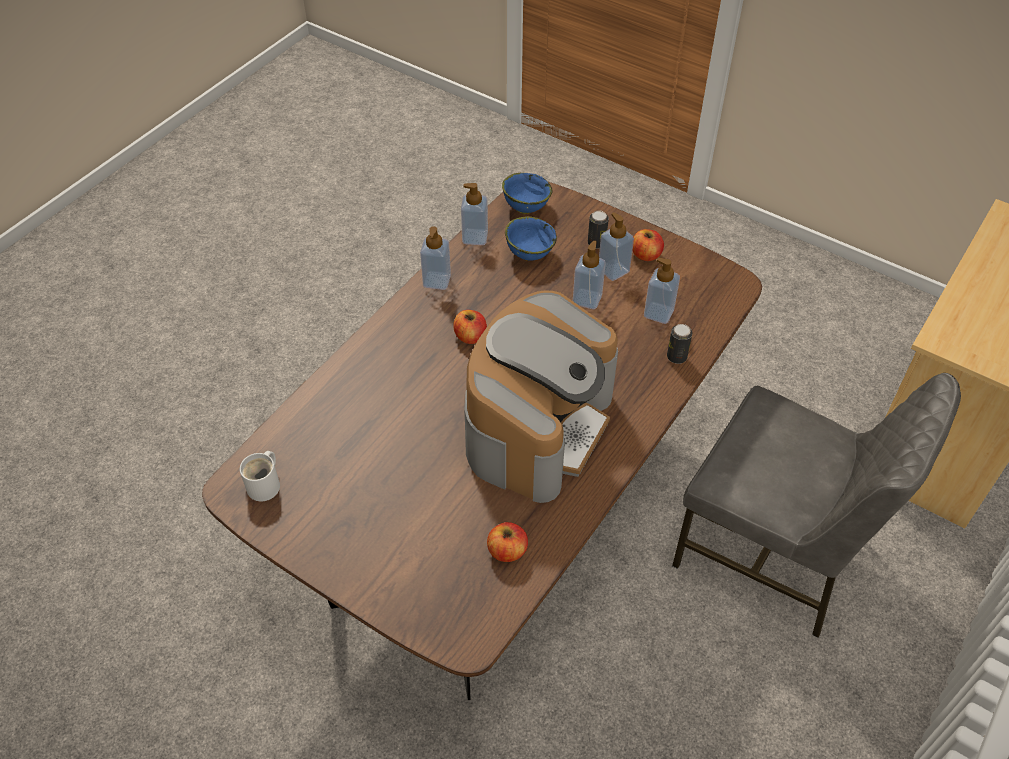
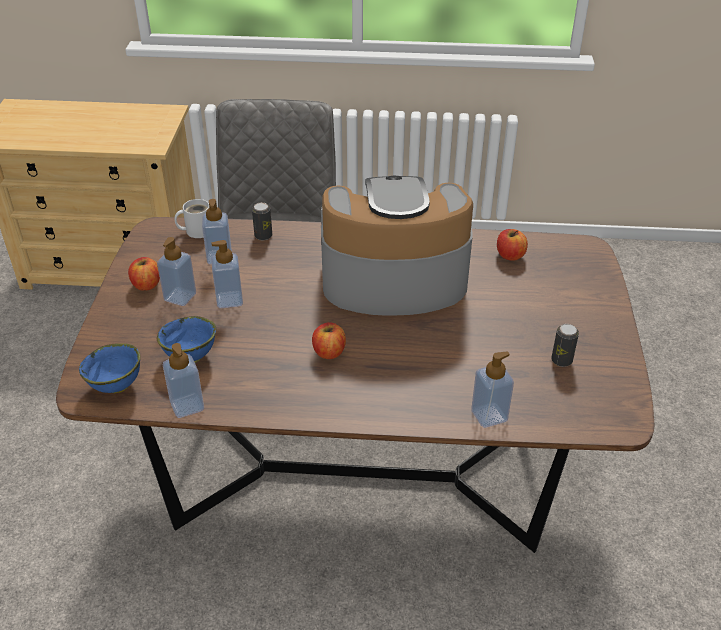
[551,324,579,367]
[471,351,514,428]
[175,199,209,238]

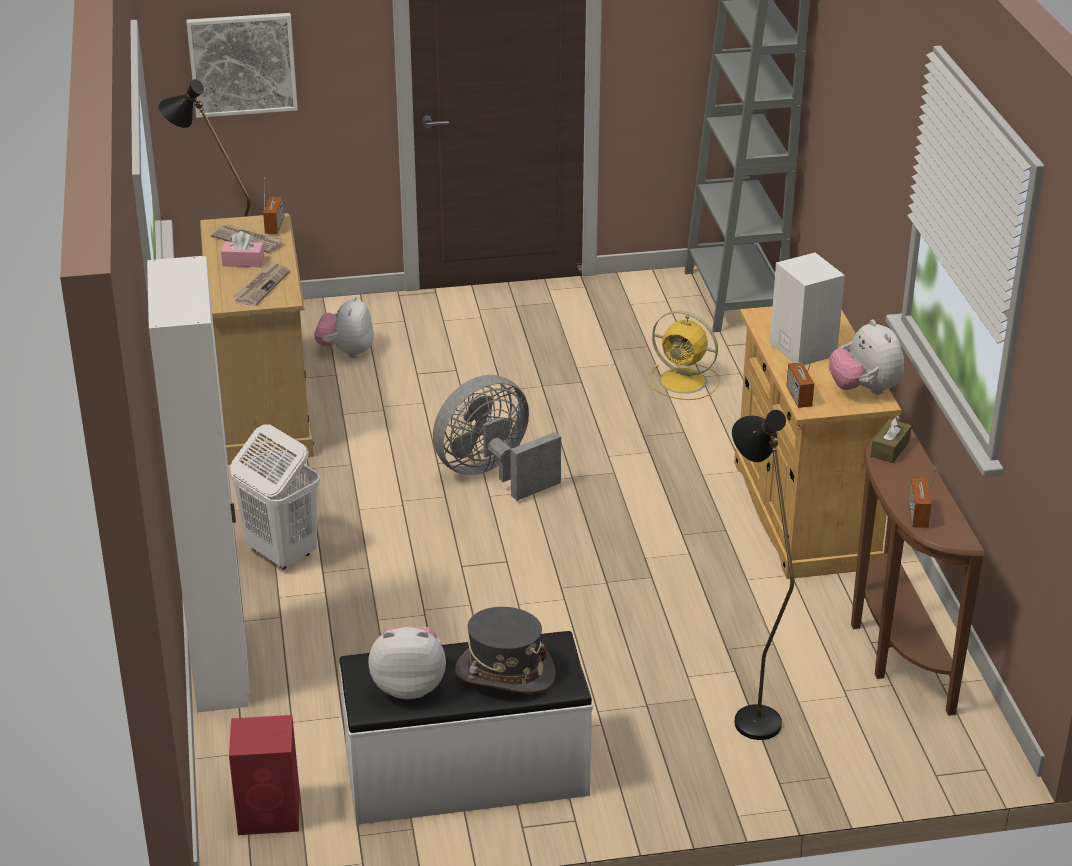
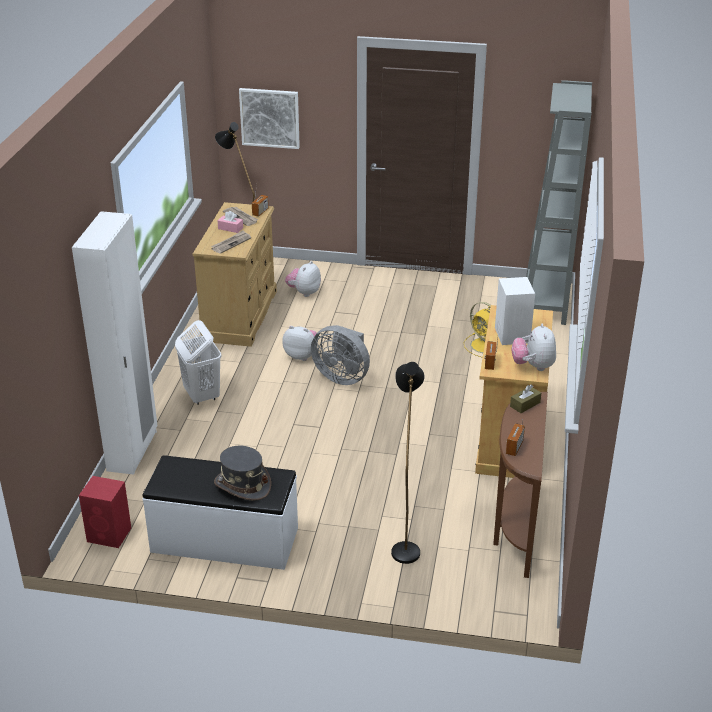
[311,325,370,385]
[282,326,318,361]

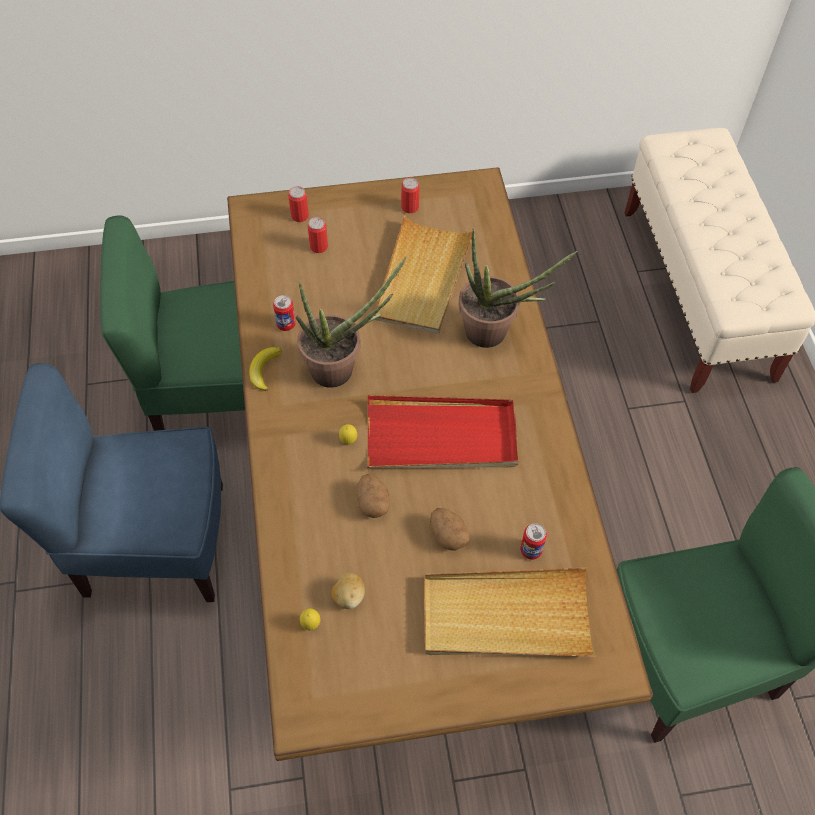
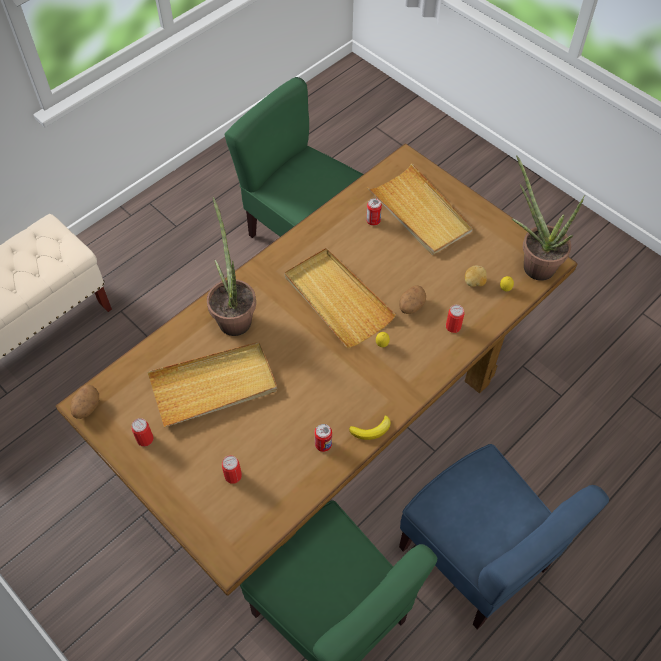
[446,305,465,333]
[512,156,585,281]
[284,248,396,348]
[71,385,99,419]

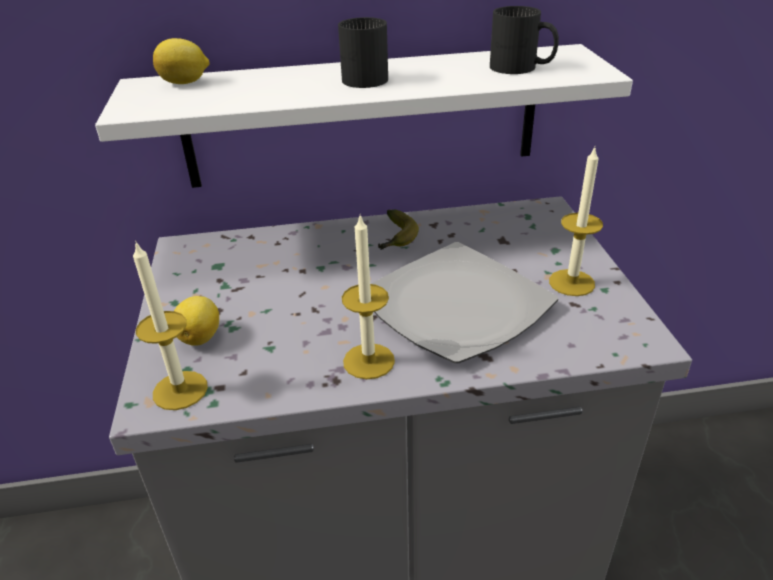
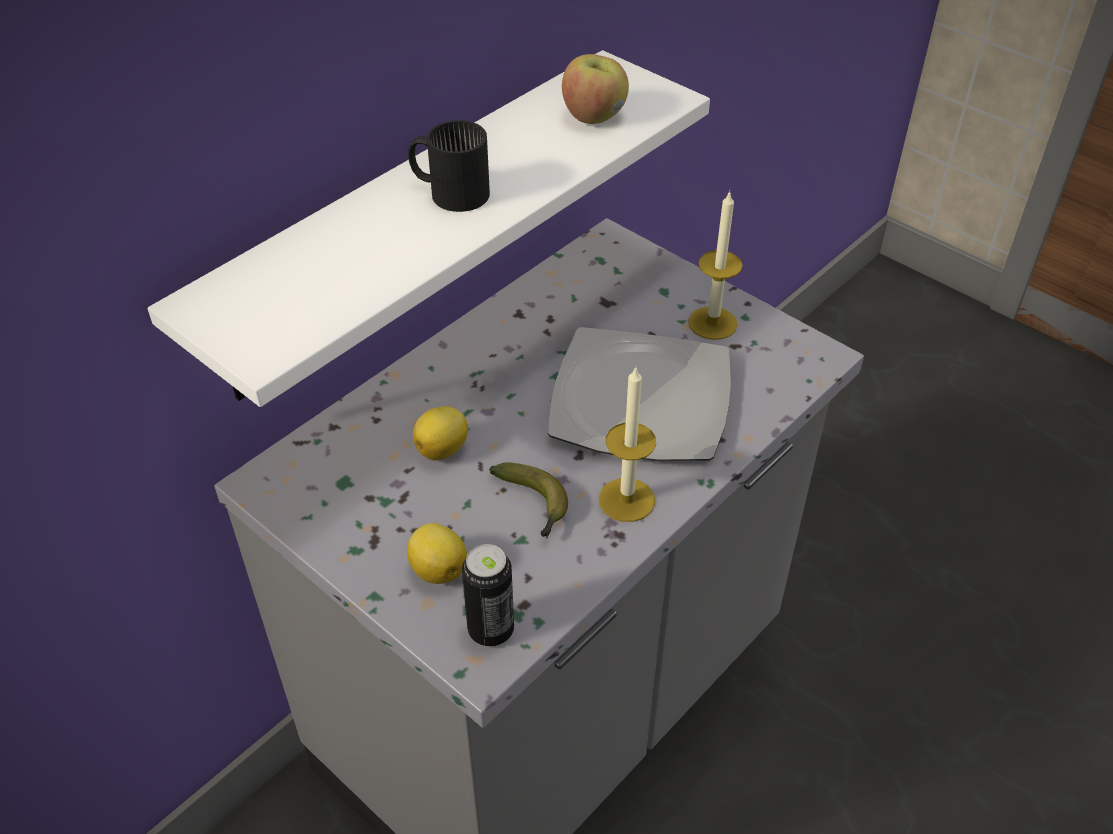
[562,54,629,124]
[413,406,468,460]
[489,463,568,538]
[462,544,514,647]

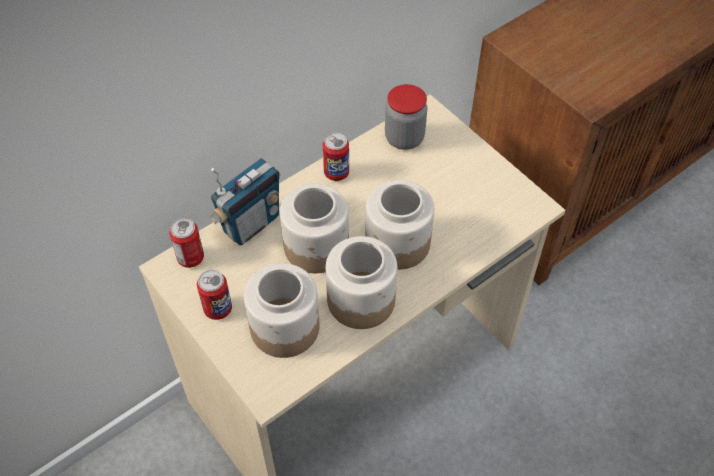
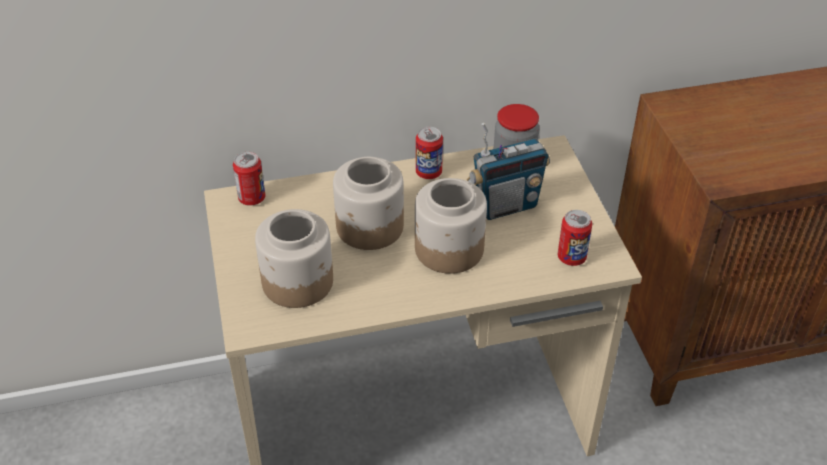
[467,123,550,220]
[326,236,398,329] (first image)
[558,210,592,266]

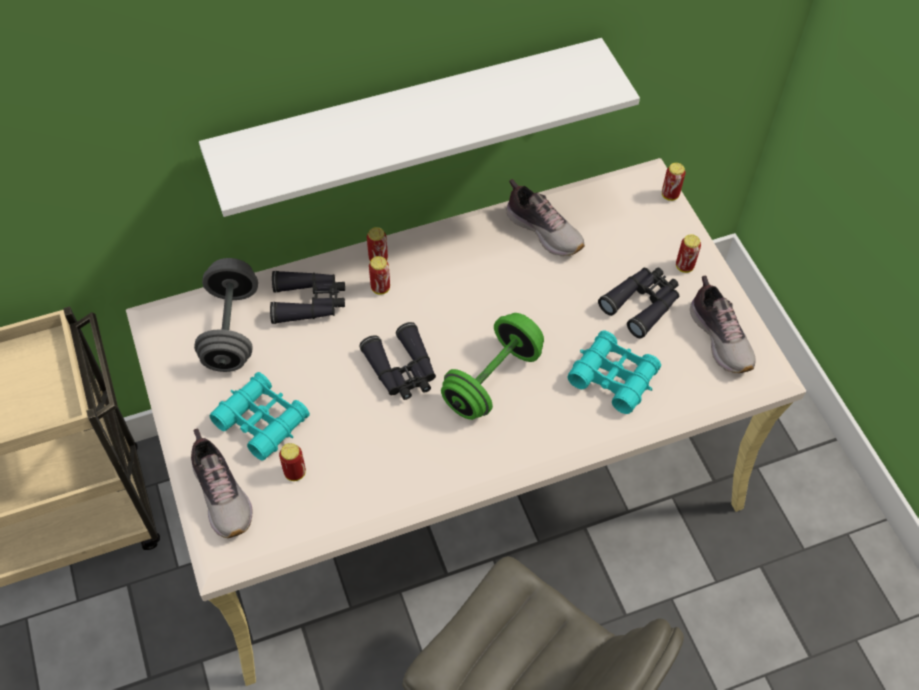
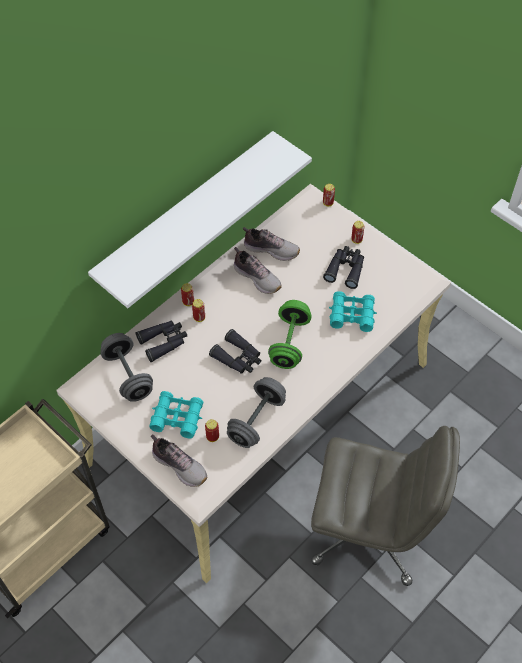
[234,247,281,294]
[227,377,286,448]

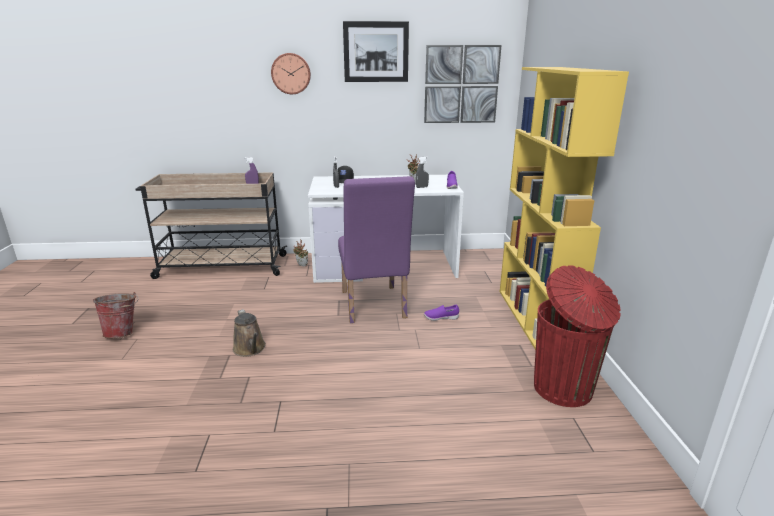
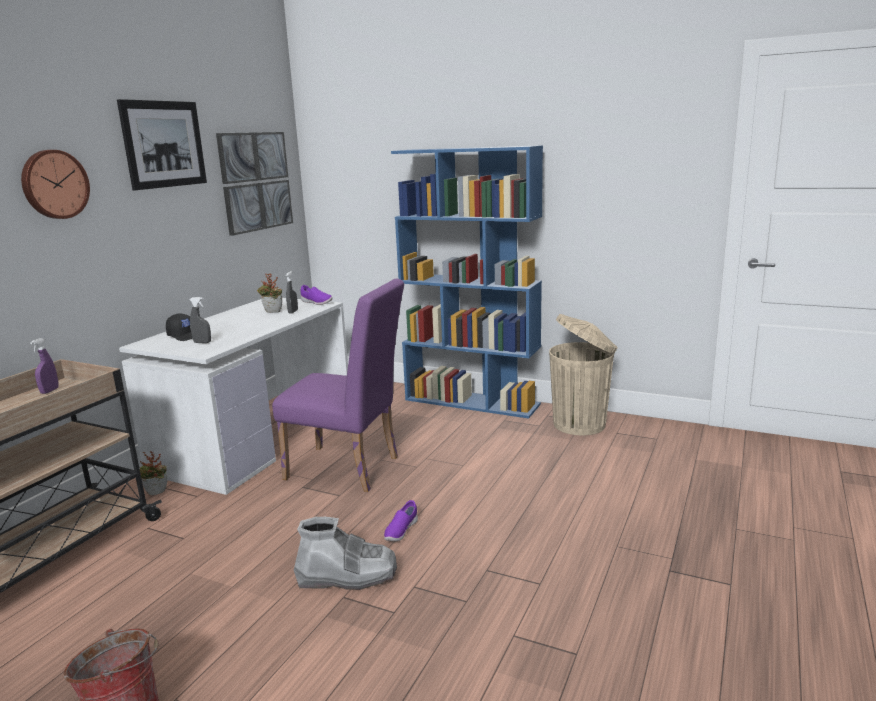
[391,145,543,419]
[549,314,618,435]
[384,500,418,541]
[294,517,397,590]

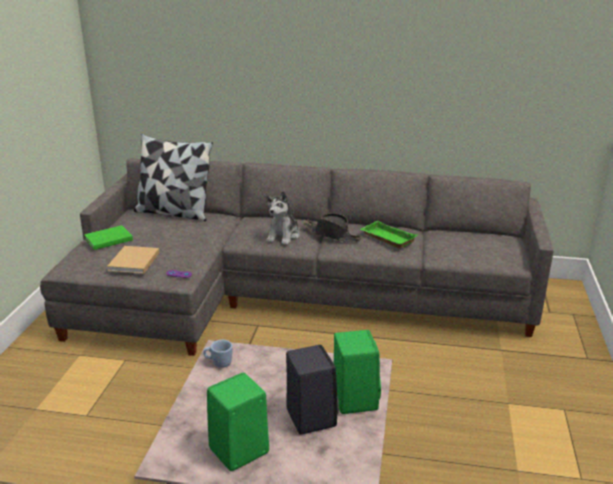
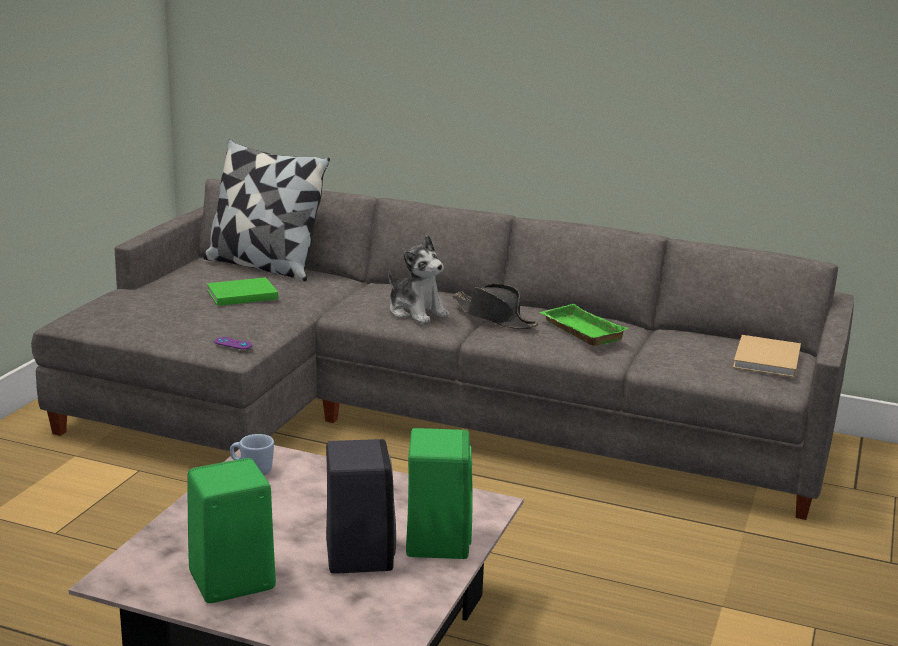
[389,235,449,324]
[207,277,278,306]
[733,335,801,378]

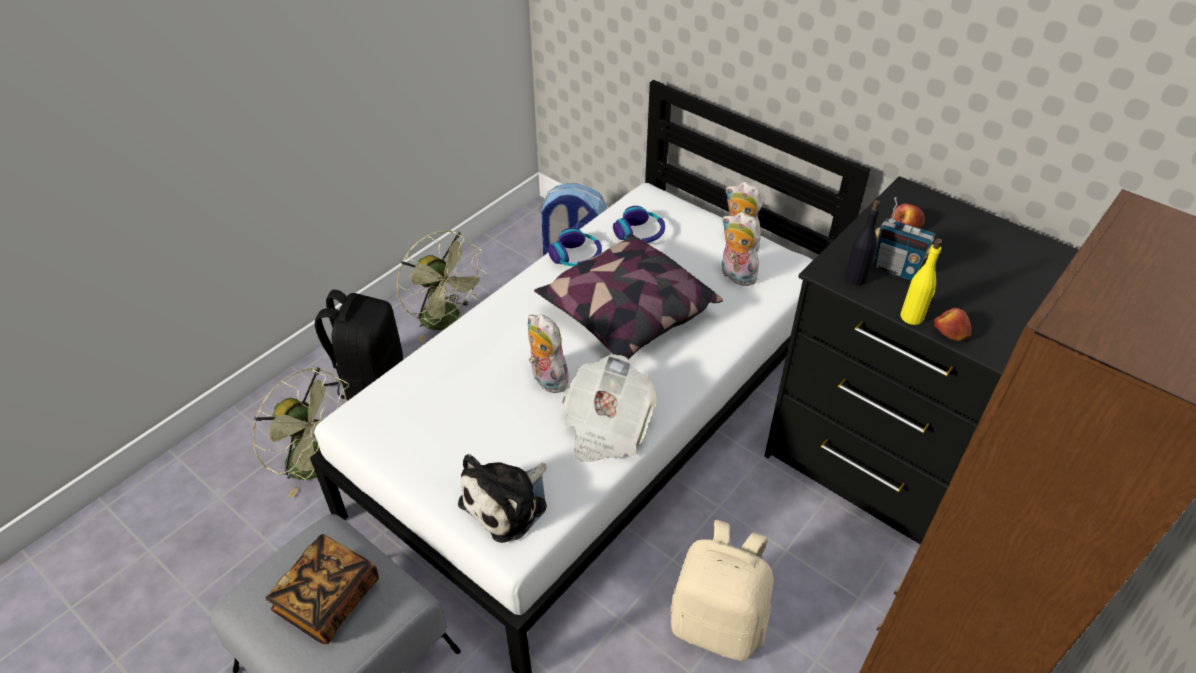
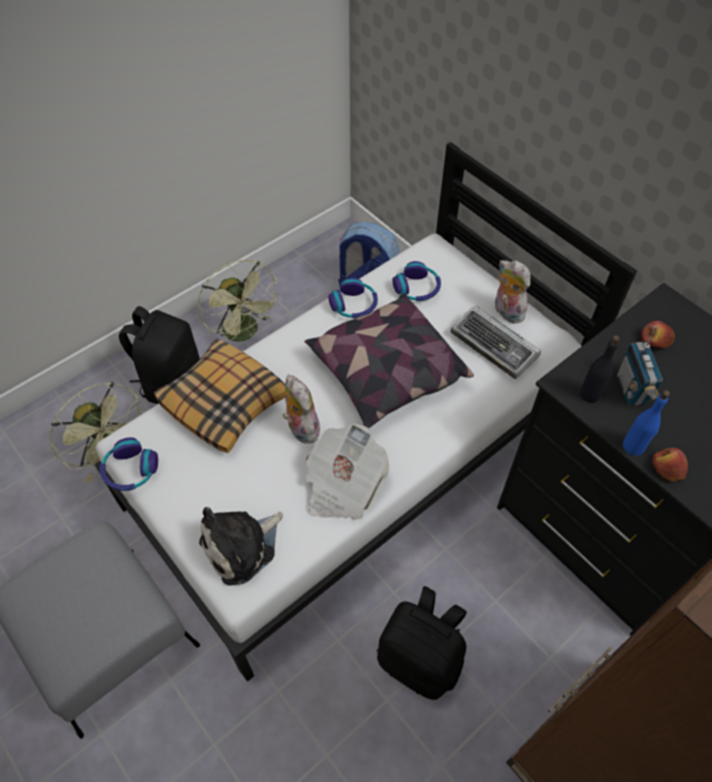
[617,326,663,405]
[451,306,541,379]
[623,390,670,456]
[377,586,467,700]
[265,534,379,644] (first image)
[154,339,285,453]
[100,437,158,491]

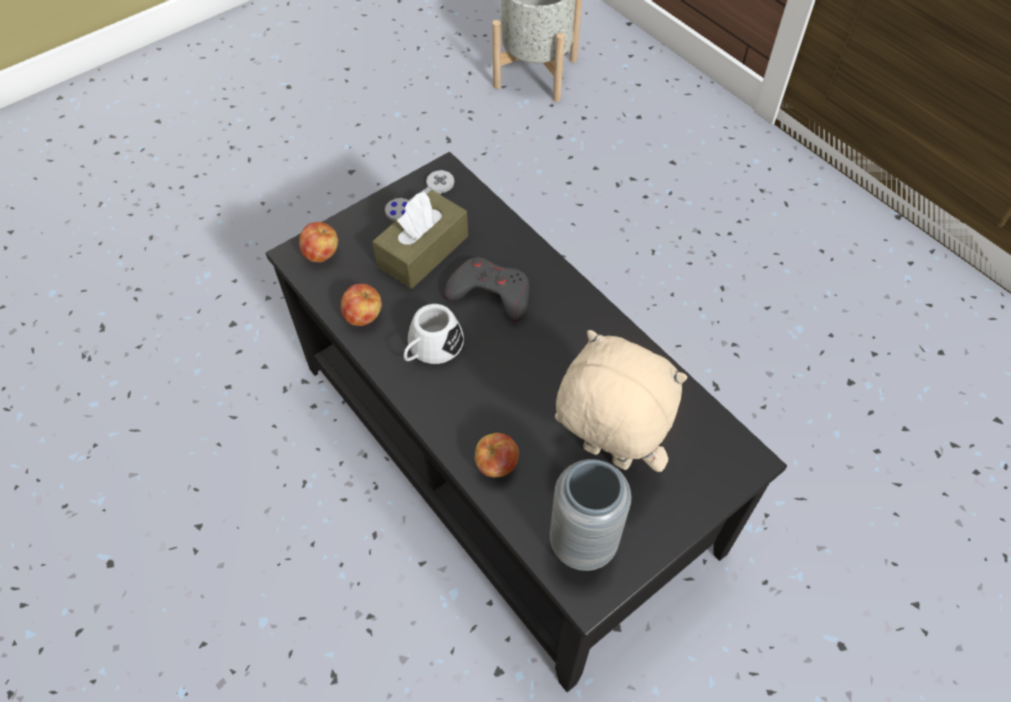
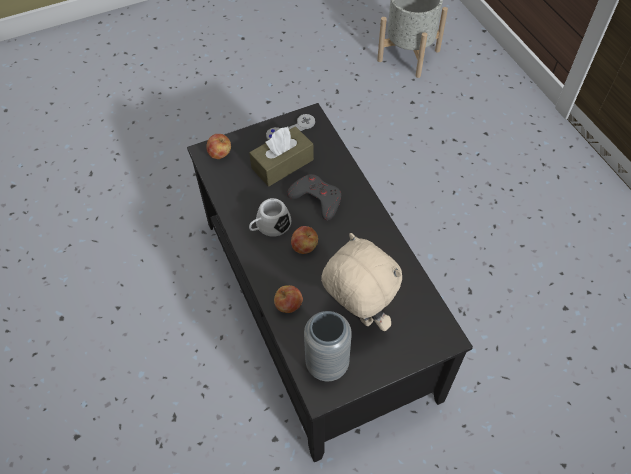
[291,226,318,254]

